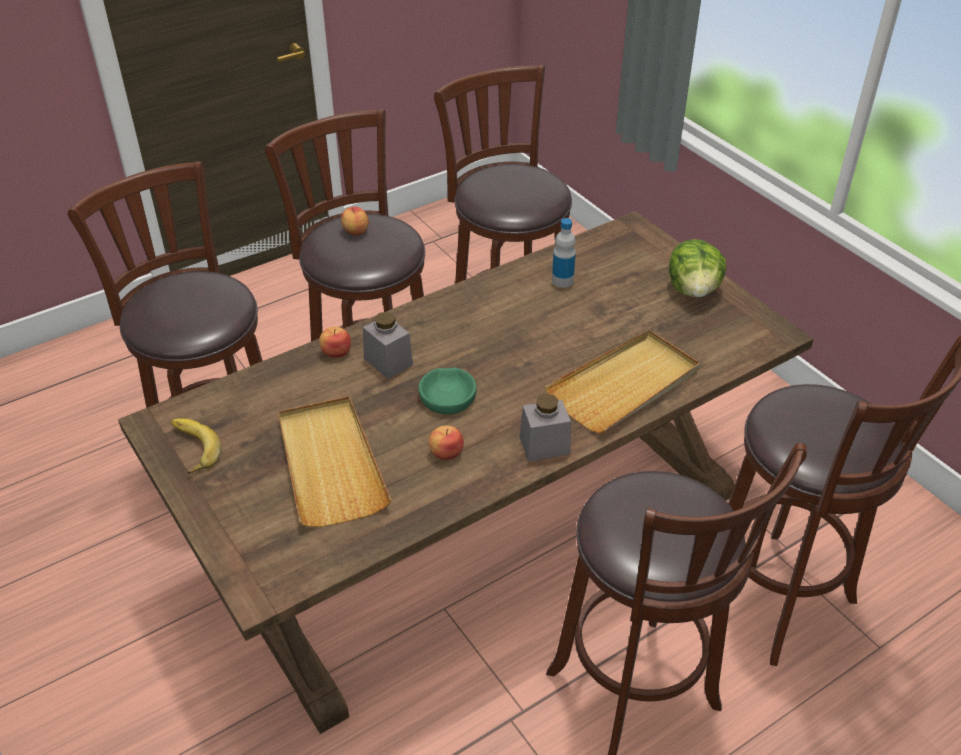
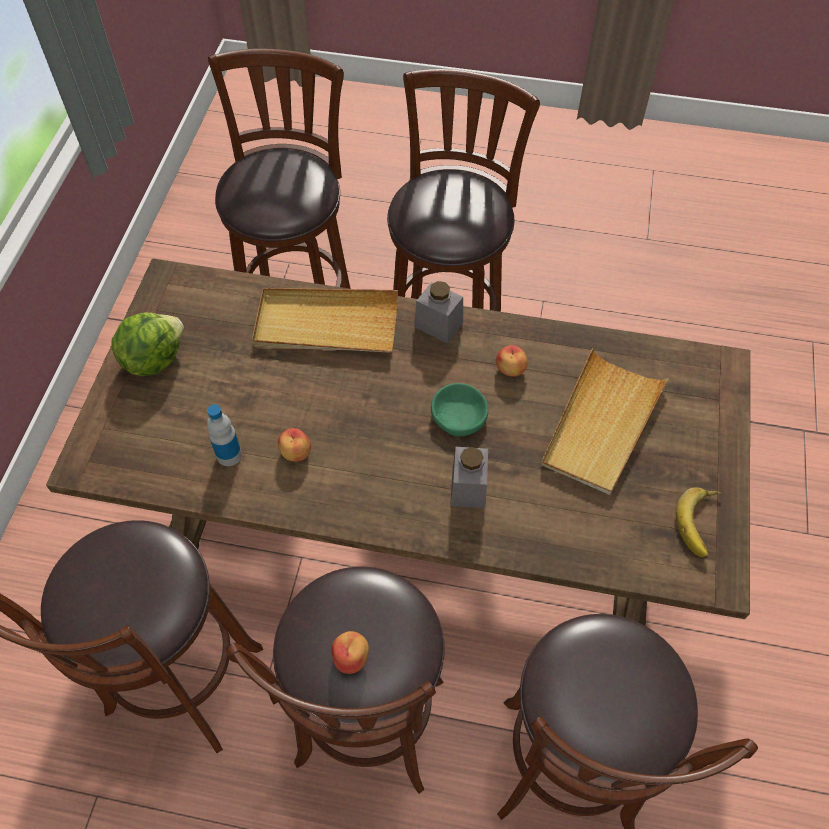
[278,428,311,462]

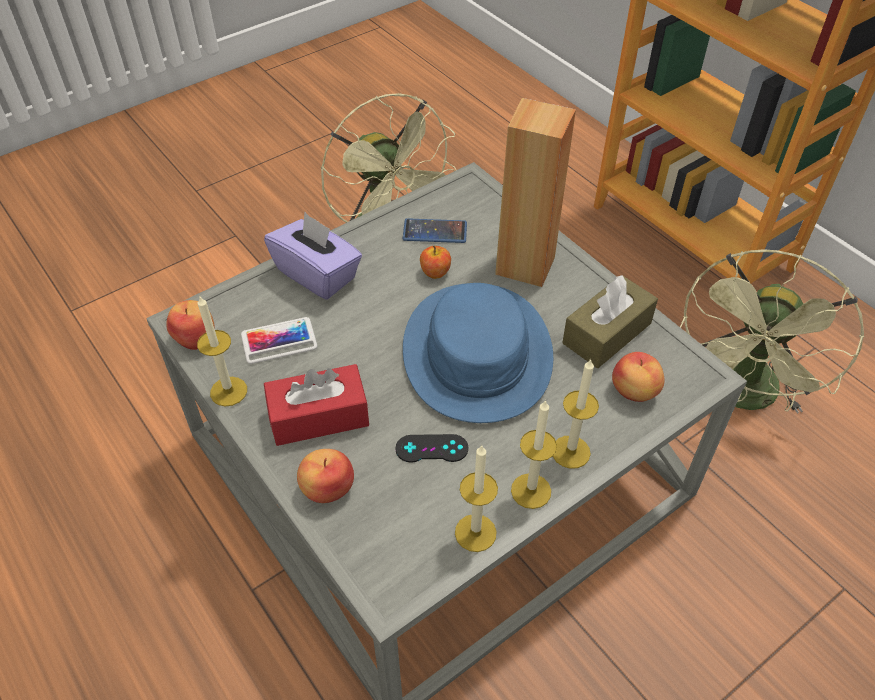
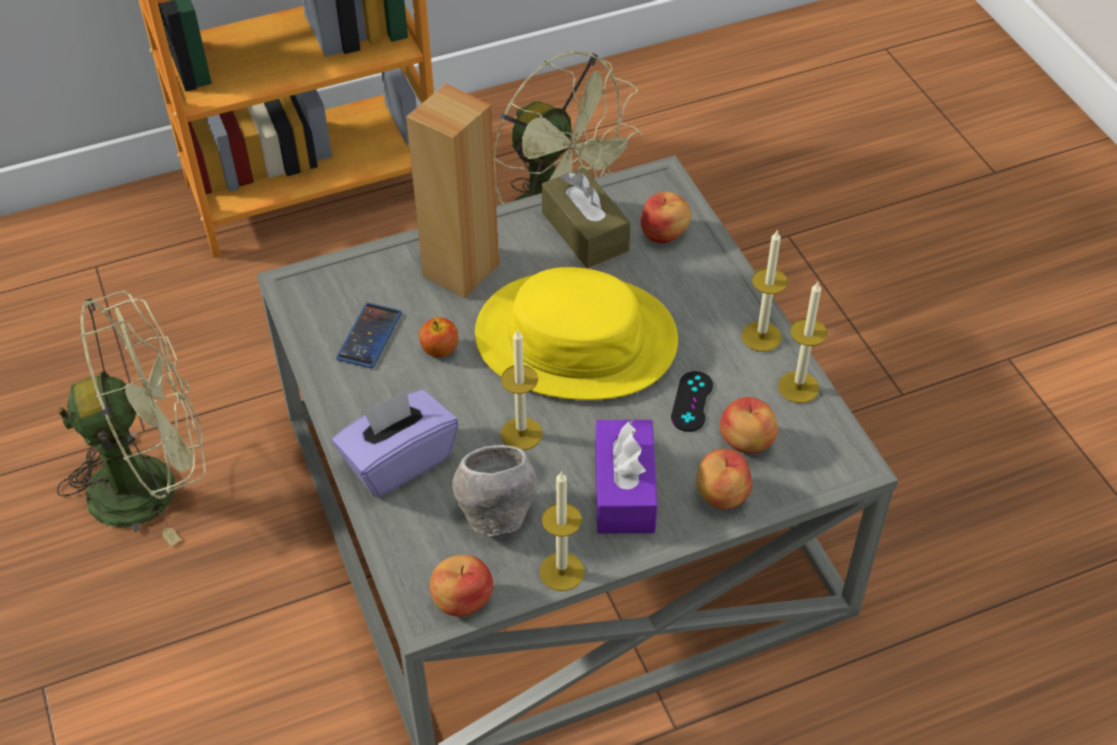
[475,267,678,400]
[452,445,537,536]
[501,328,543,450]
[595,420,657,534]
[720,397,778,454]

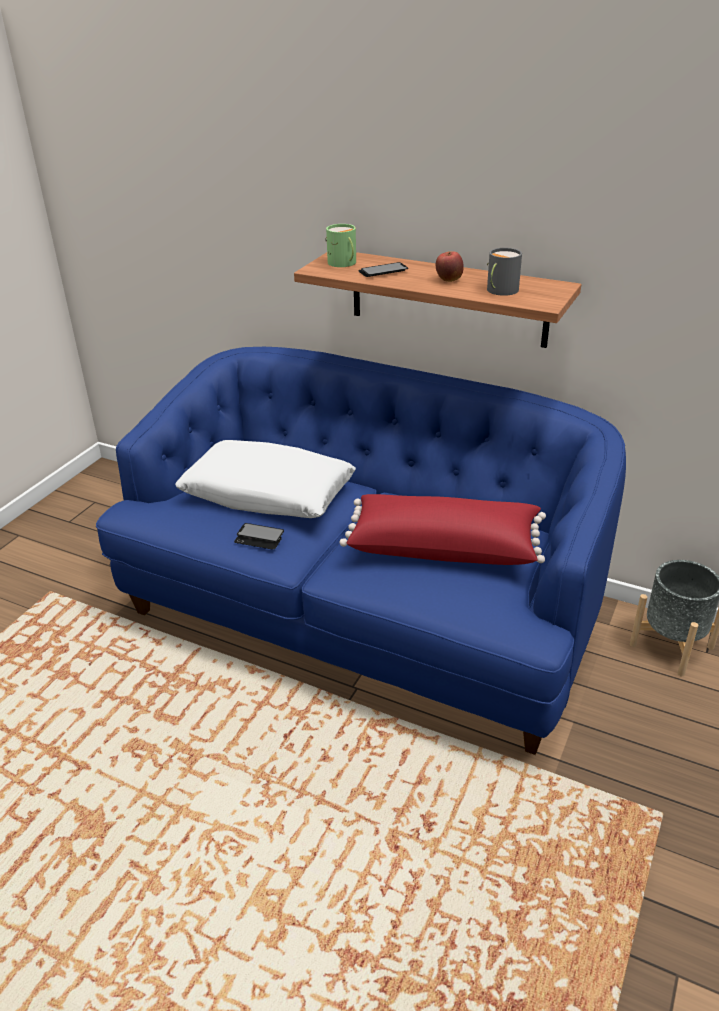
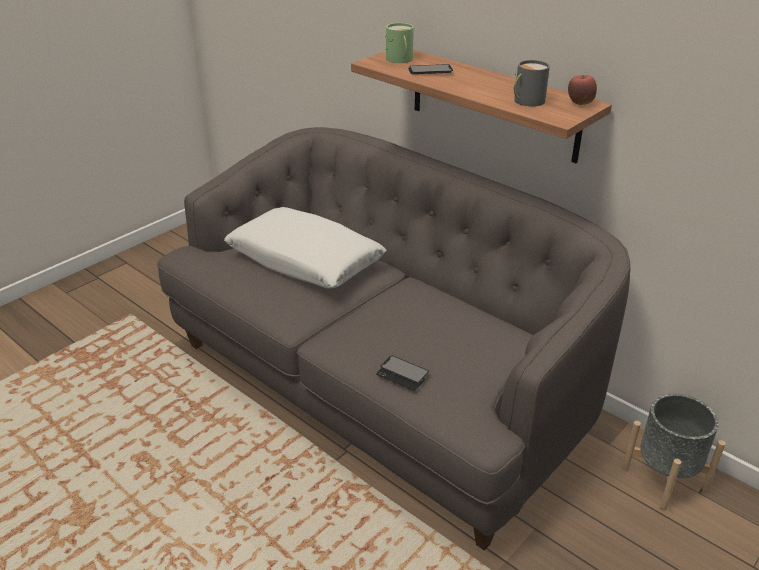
[568,75,597,105]
[157,127,630,551]
[340,494,546,565] (first image)
[376,356,429,391]

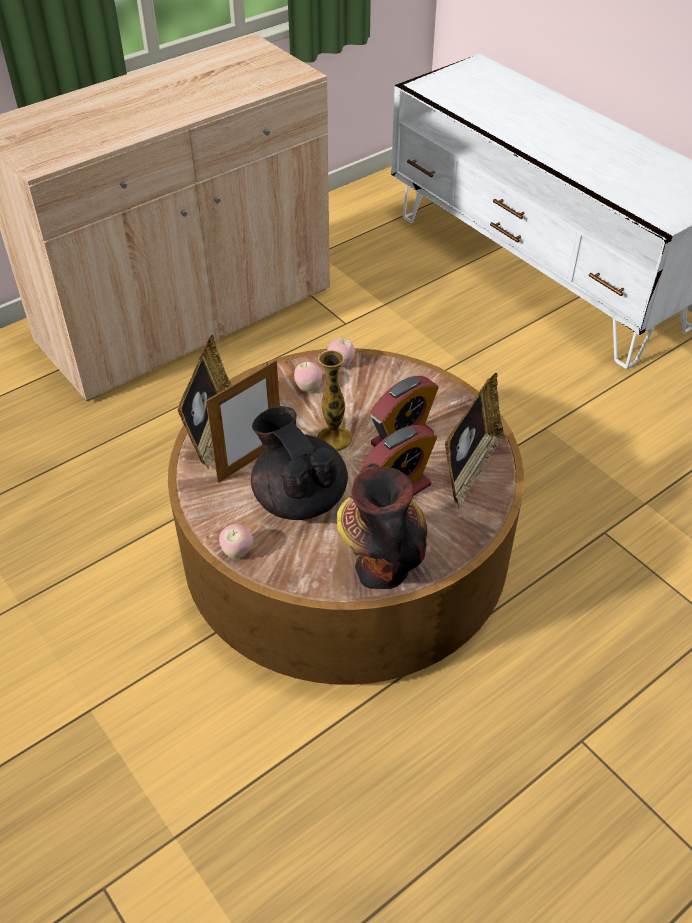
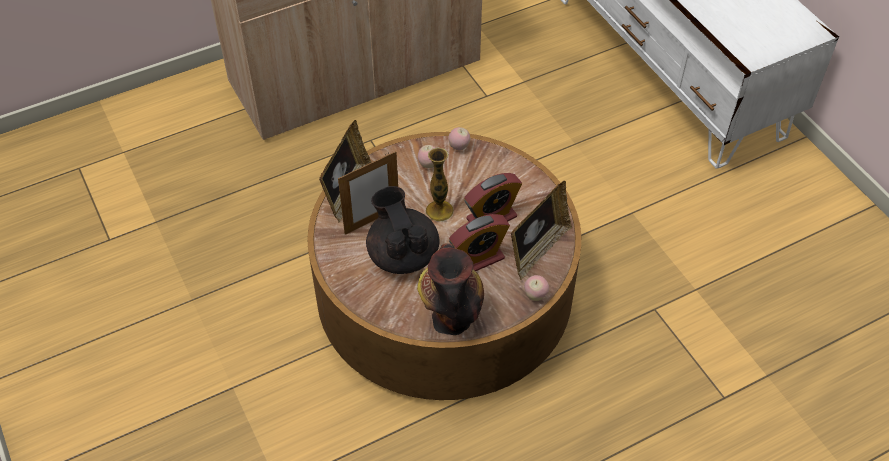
[524,275,549,301]

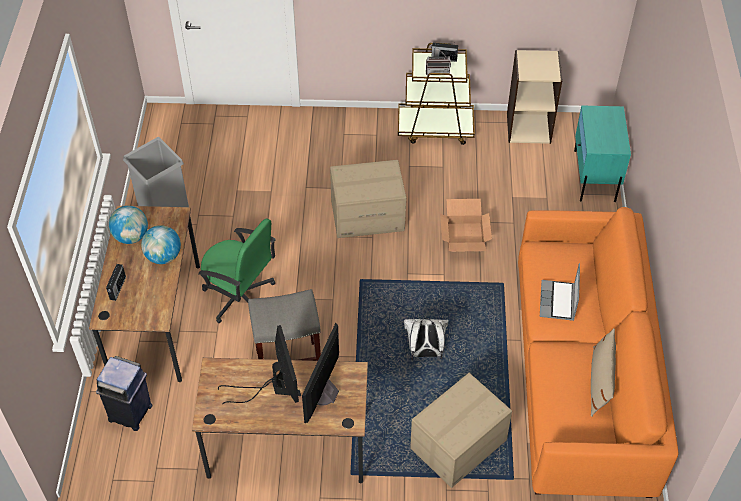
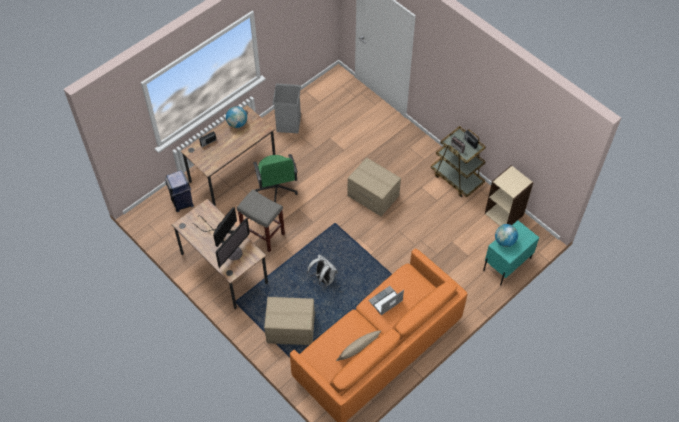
[440,199,492,252] (first image)
[495,224,518,247]
[215,218,250,268]

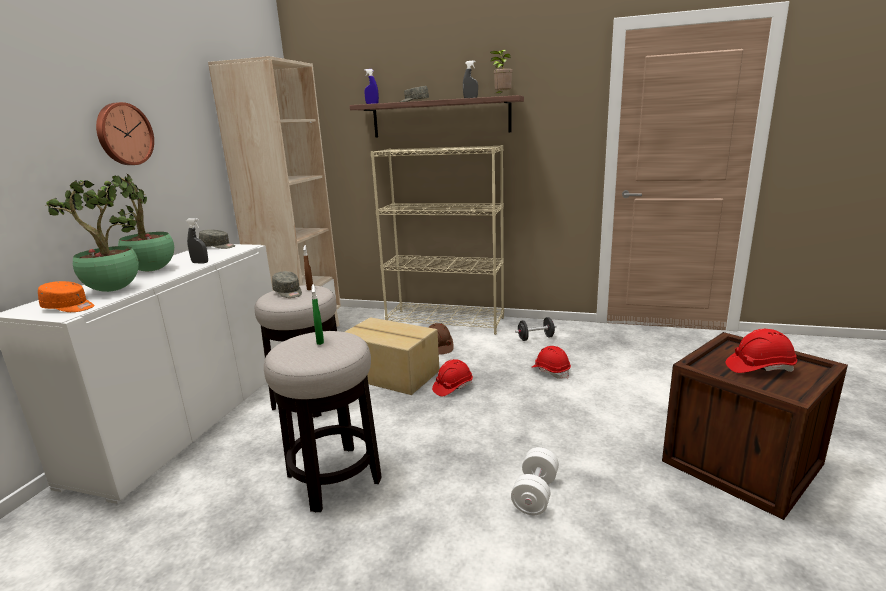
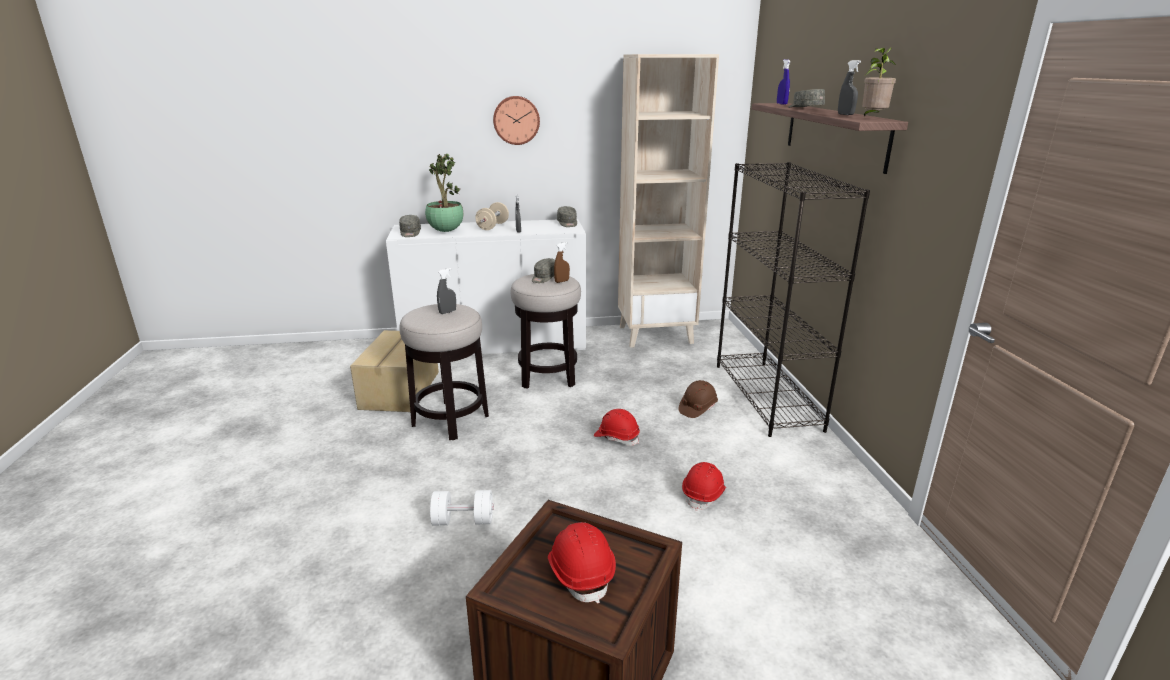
[717,162,870,437]
[475,202,509,230]
[399,215,421,237]
[437,268,456,314]
[350,330,439,412]
[515,317,557,341] (first image)

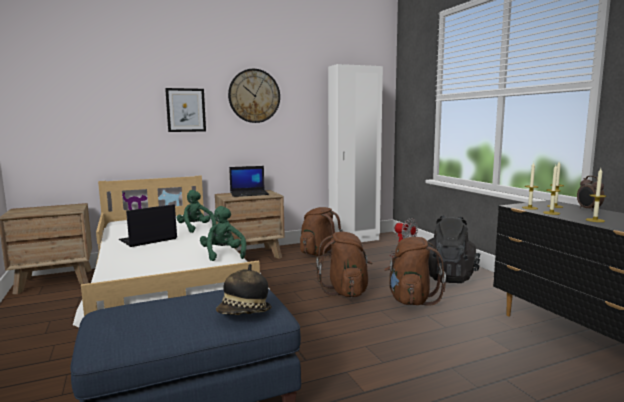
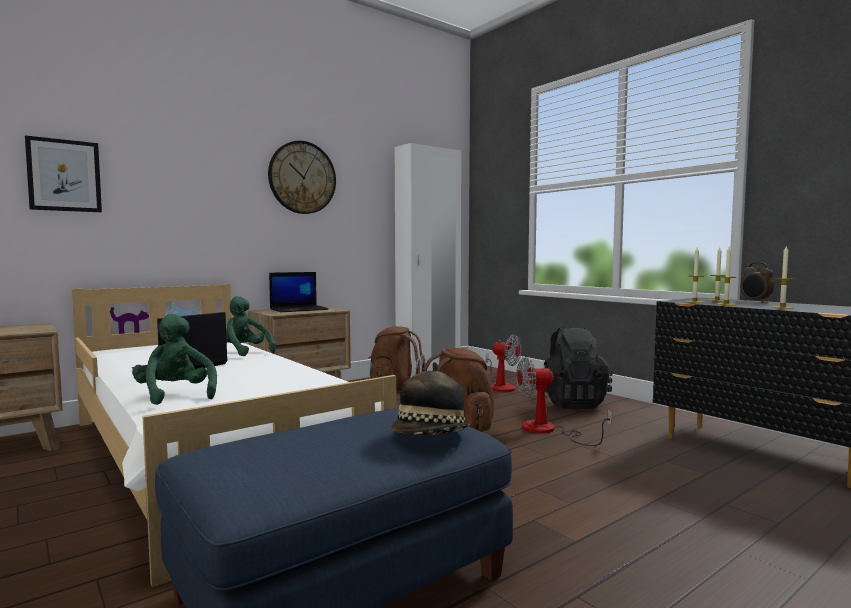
[25,135,102,212]
[132,314,217,405]
[516,357,612,446]

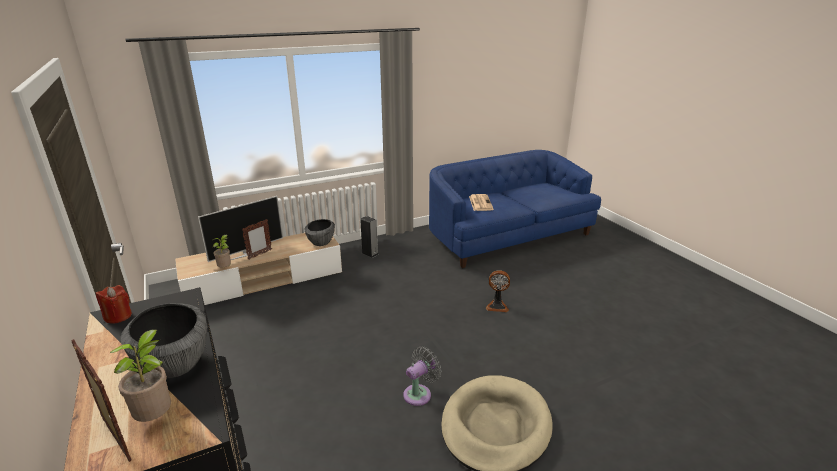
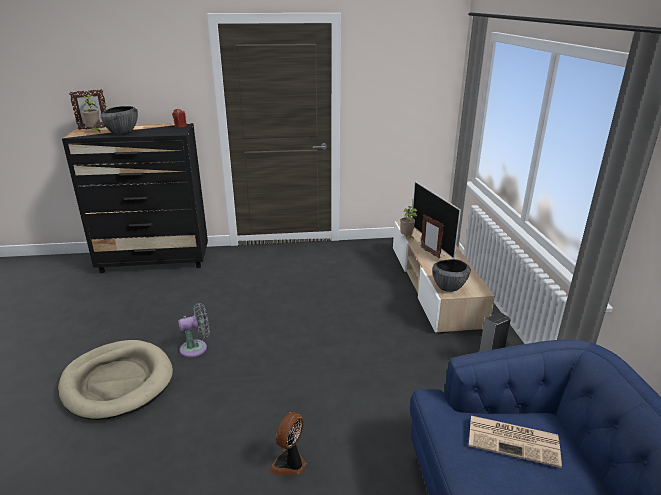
[178,303,210,358]

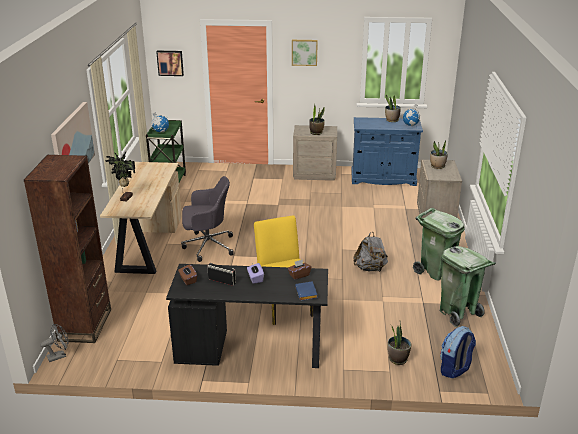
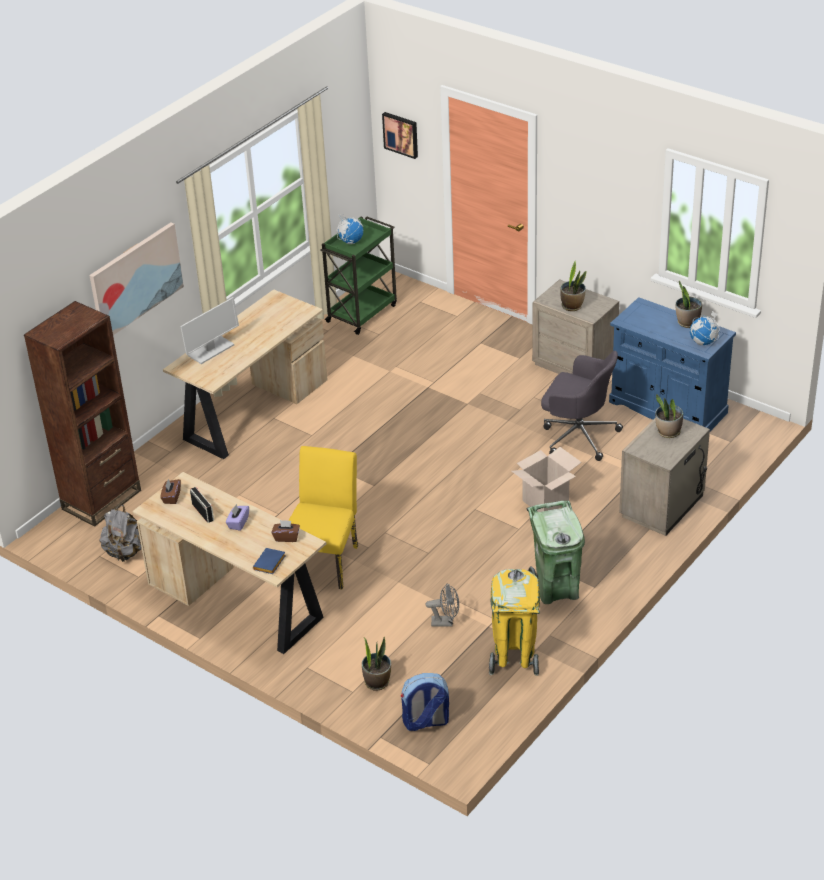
[292,40,318,66] (first image)
[180,297,239,364]
[541,351,623,461]
[99,505,141,562]
[489,569,540,676]
[133,472,326,654]
[426,583,459,627]
[512,447,581,512]

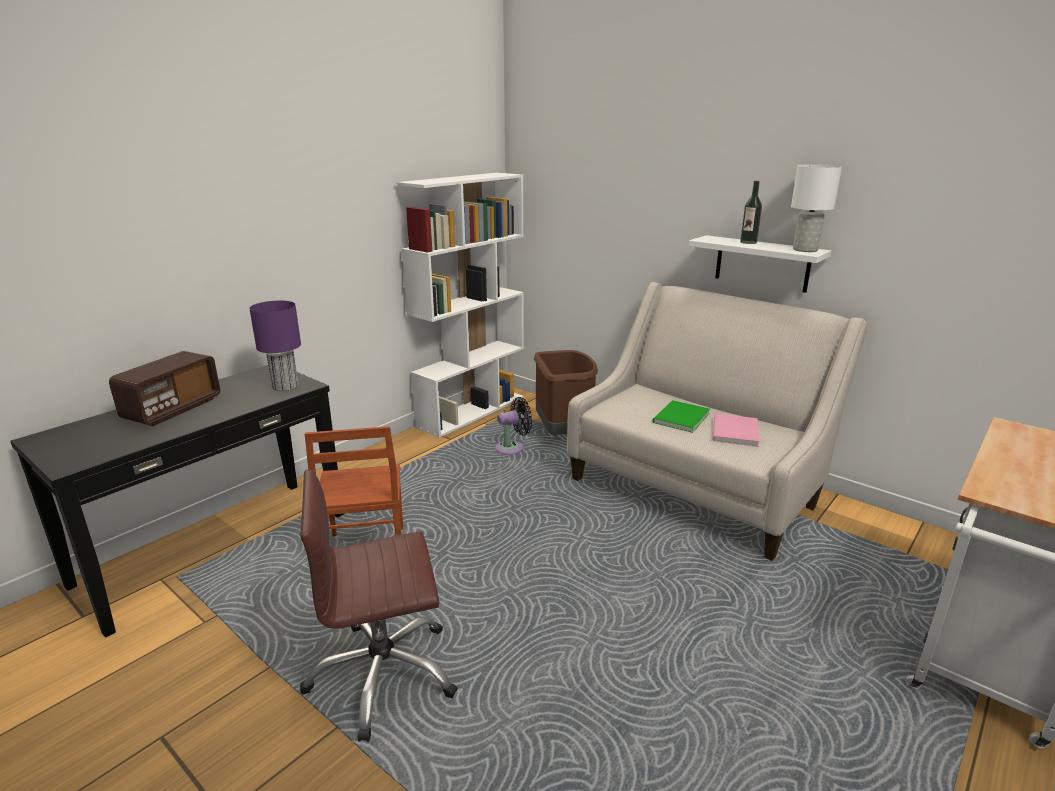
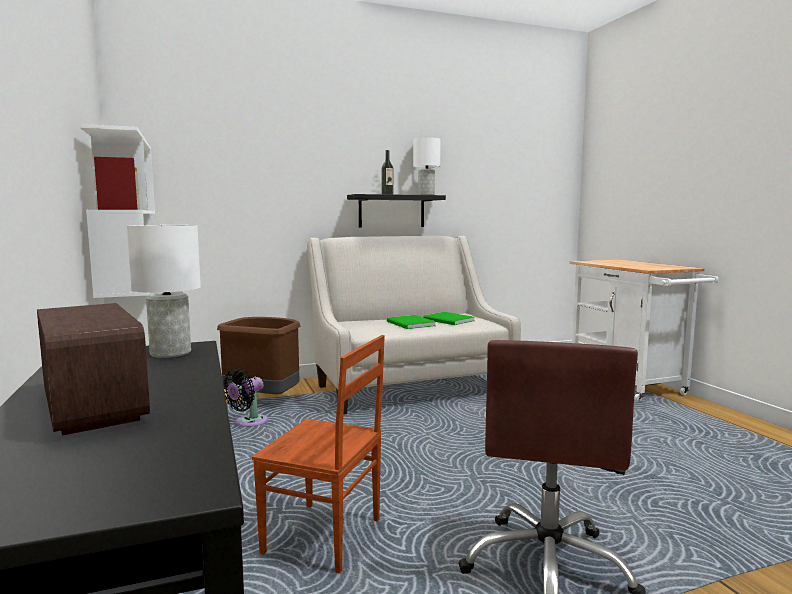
[347,194,446,227]
[127,225,201,358]
[223,368,268,427]
[423,312,475,325]

